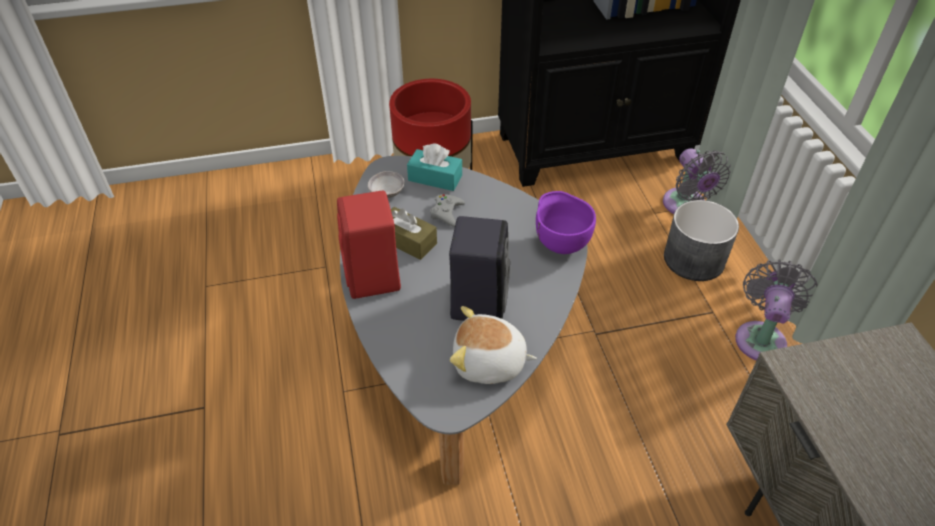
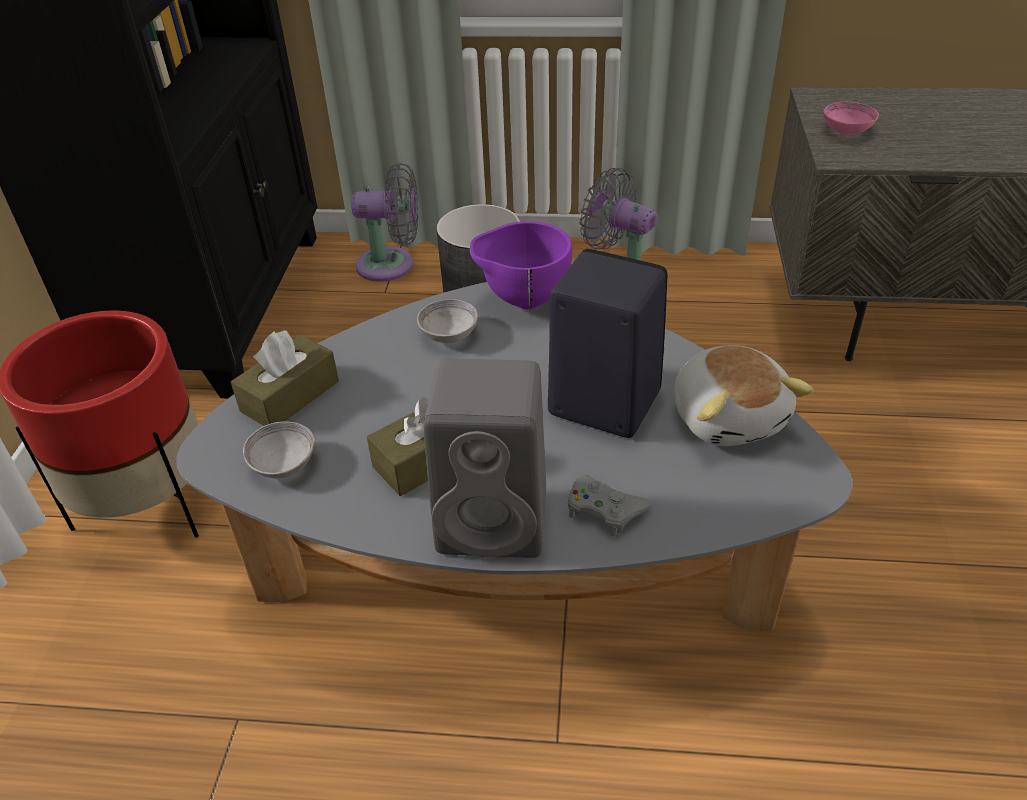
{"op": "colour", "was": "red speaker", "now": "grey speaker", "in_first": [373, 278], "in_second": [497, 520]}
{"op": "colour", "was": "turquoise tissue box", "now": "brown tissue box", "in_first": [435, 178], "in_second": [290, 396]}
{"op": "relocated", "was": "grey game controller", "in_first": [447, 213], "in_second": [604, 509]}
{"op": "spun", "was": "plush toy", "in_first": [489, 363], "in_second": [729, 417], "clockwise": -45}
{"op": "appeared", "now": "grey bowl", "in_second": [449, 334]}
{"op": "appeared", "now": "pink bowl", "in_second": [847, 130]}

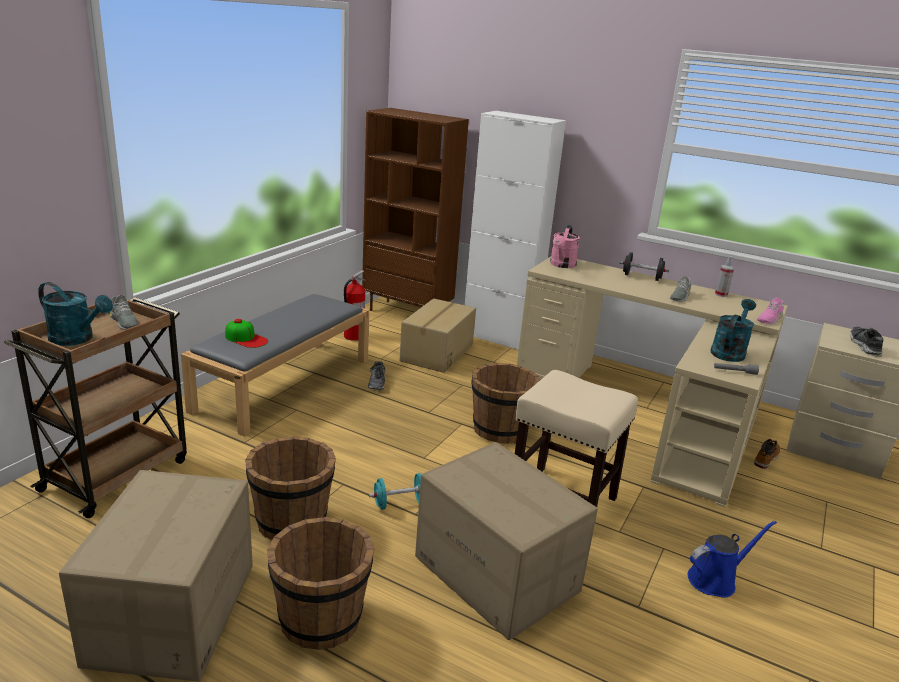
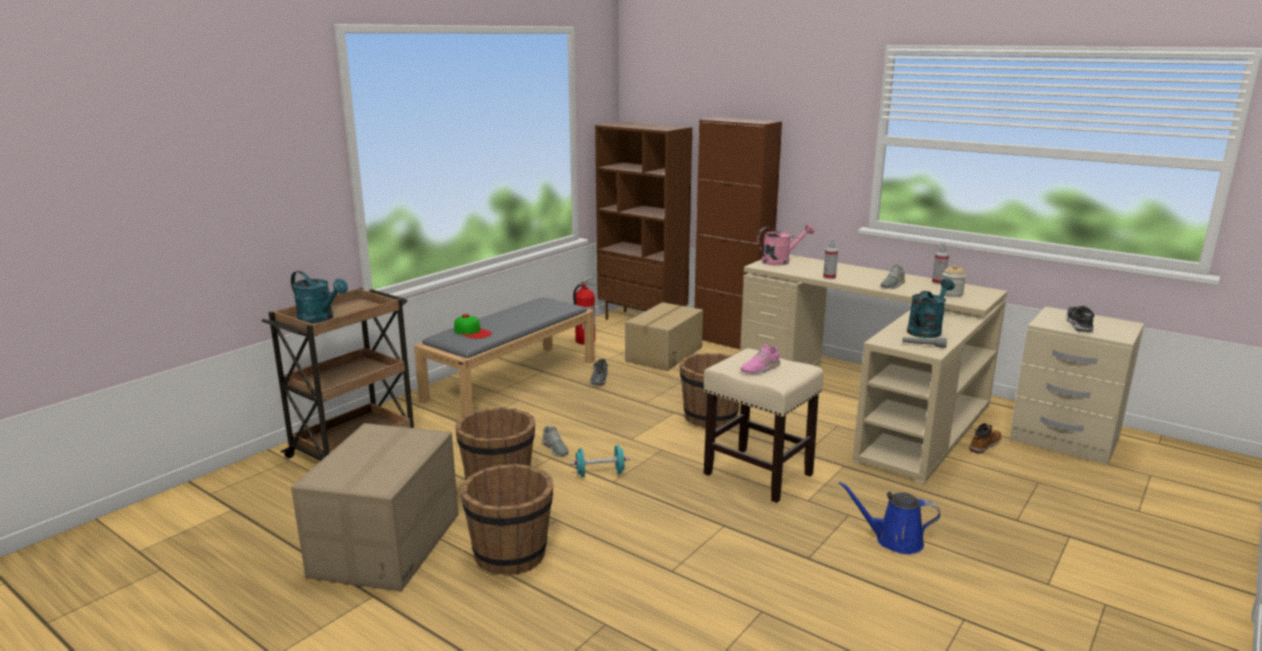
{"op": "relocated", "was": "grey shoe", "in_first": [124, 322], "in_second": [555, 448]}
{"op": "missing", "was": "cardboard box", "in_first": [497, 574]}
{"op": "colour", "was": "white cabinet", "now": "brown cabinet", "in_first": [499, 338], "in_second": [730, 341]}
{"op": "spun", "was": "pink watering can", "in_first": [562, 265], "in_second": [780, 261], "clockwise": -135}
{"op": "missing", "was": "black dumbbell", "in_first": [641, 277]}
{"op": "spun", "was": "blue watering can", "in_first": [715, 579], "in_second": [894, 540], "clockwise": -150}
{"op": "relocated", "was": "pink shoe", "in_first": [769, 319], "in_second": [760, 368]}
{"op": "appeared", "now": "spray bottle", "in_second": [829, 277]}
{"op": "appeared", "now": "jar", "in_second": [951, 294]}

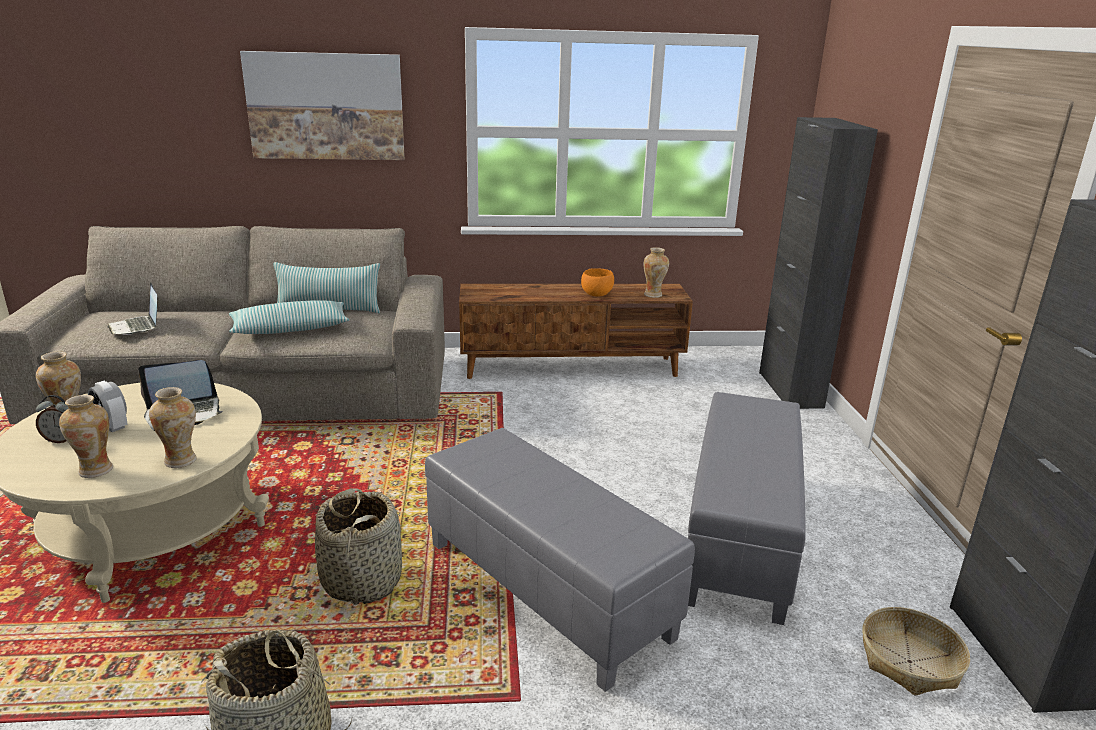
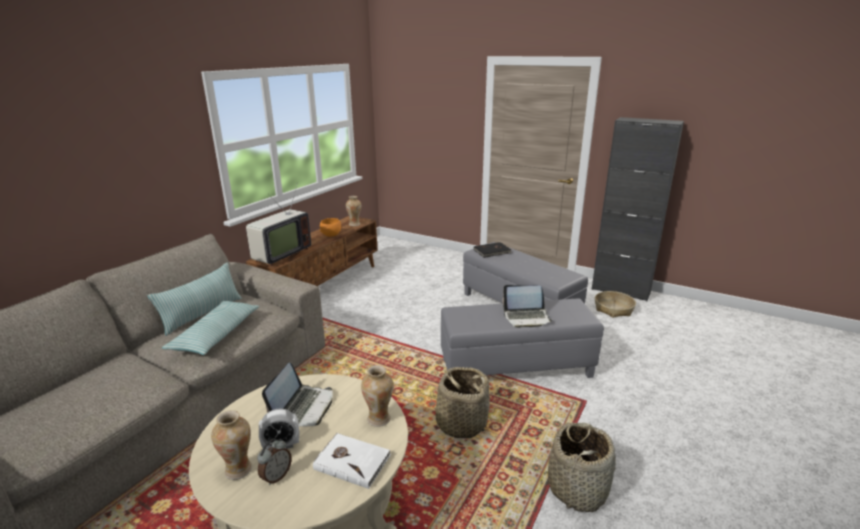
{"op": "exchanged", "was": "vase", "now": "white book", "in_first": [96, 470], "in_second": [352, 461]}
{"op": "relocated", "was": "laptop", "in_first": [137, 327], "in_second": [526, 317]}
{"op": "missing", "was": "picture", "in_first": [326, 106]}
{"op": "missing", "was": "black cabinet", "in_first": [790, 390]}
{"op": "appeared", "now": "television", "in_second": [279, 255]}
{"op": "appeared", "now": "black book", "in_second": [492, 251]}

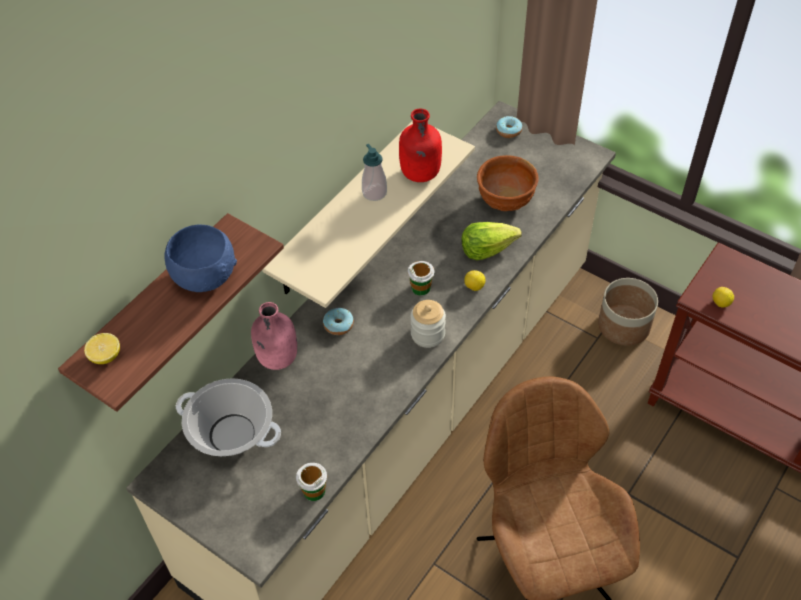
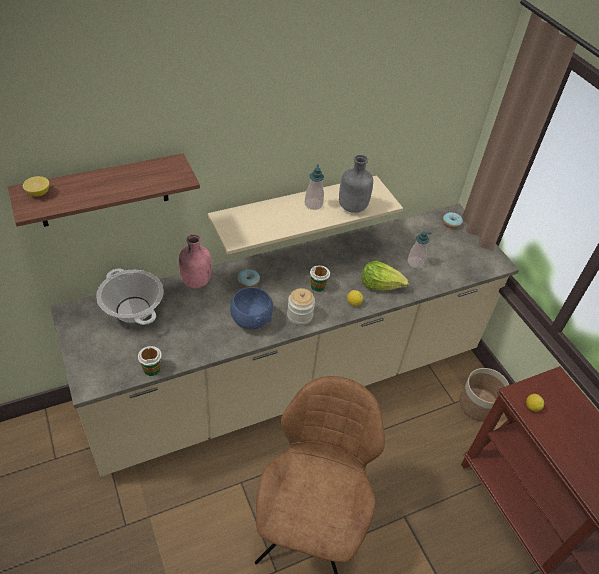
{"op": "relocated", "was": "blue bowl", "in_first": [204, 277], "in_second": [251, 319]}
{"op": "colour", "was": "red bottle", "now": "grey bottle", "in_first": [420, 174], "in_second": [352, 207]}
{"op": "exchanged", "was": "brown bowl", "now": "soap dispenser", "in_first": [504, 201], "in_second": [415, 262]}

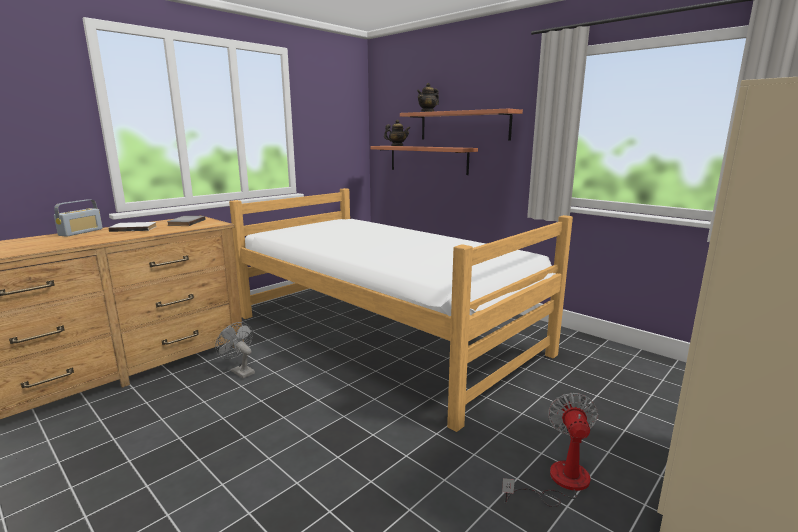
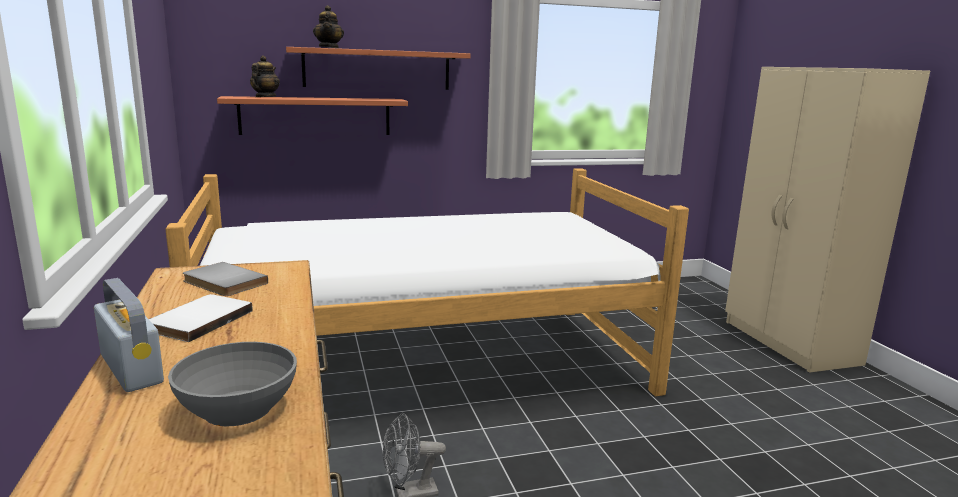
{"op": "missing", "was": "fan", "in_first": [559, 482]}
{"op": "appeared", "now": "grey bowl", "in_second": [237, 408]}

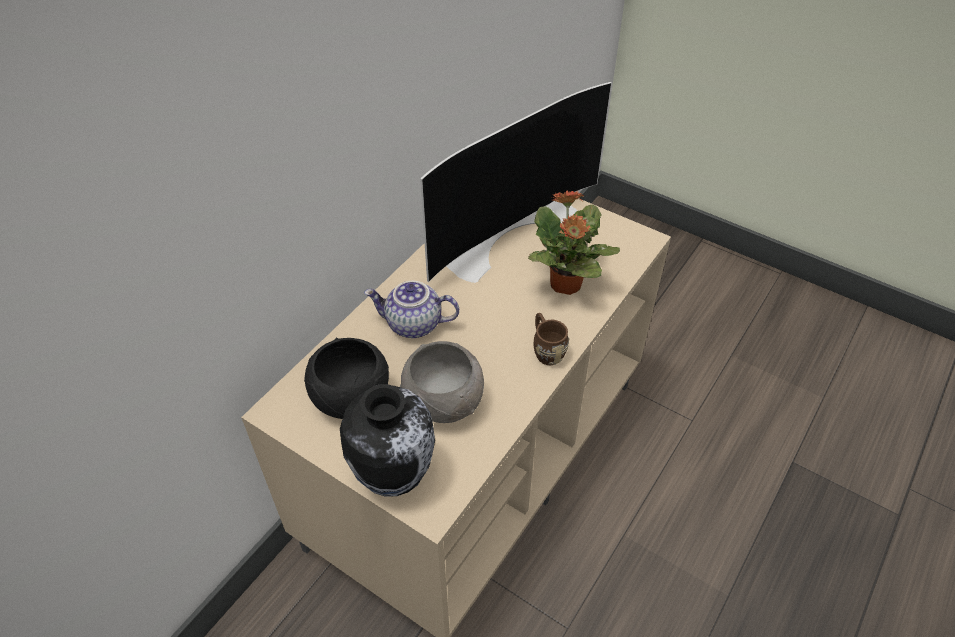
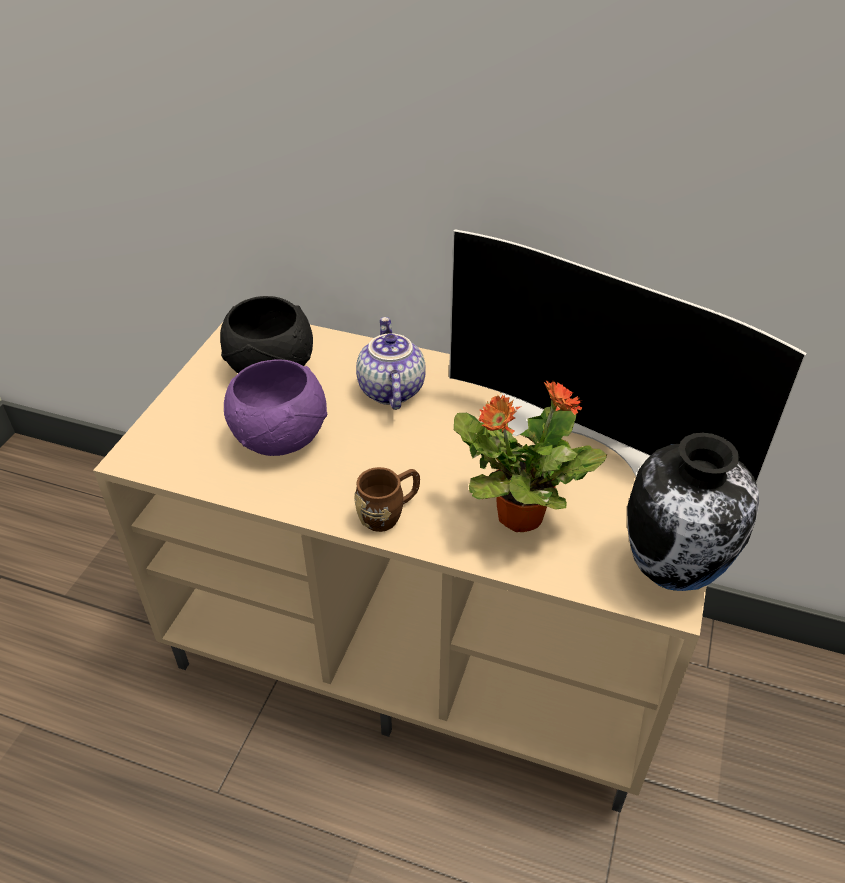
{"op": "relocated", "was": "vase", "in_first": [394, 476], "in_second": [672, 572]}
{"op": "colour", "was": "grey bowl", "now": "purple bowl", "in_first": [442, 401], "in_second": [281, 436]}

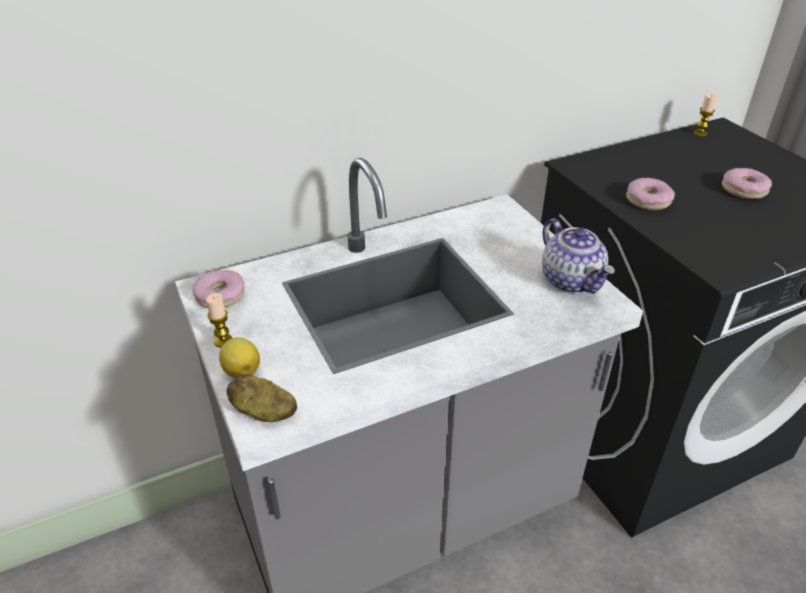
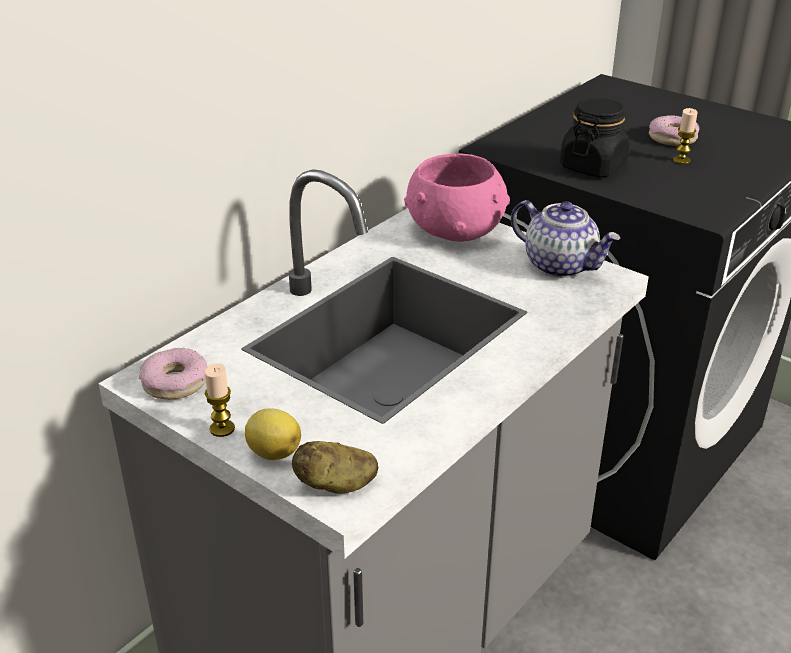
{"op": "exchanged", "was": "donut", "now": "black jar", "in_first": [648, 200], "in_second": [593, 167]}
{"op": "relocated", "was": "candle", "in_first": [700, 133], "in_second": [681, 160]}
{"op": "appeared", "now": "pink bowl", "in_second": [455, 229]}

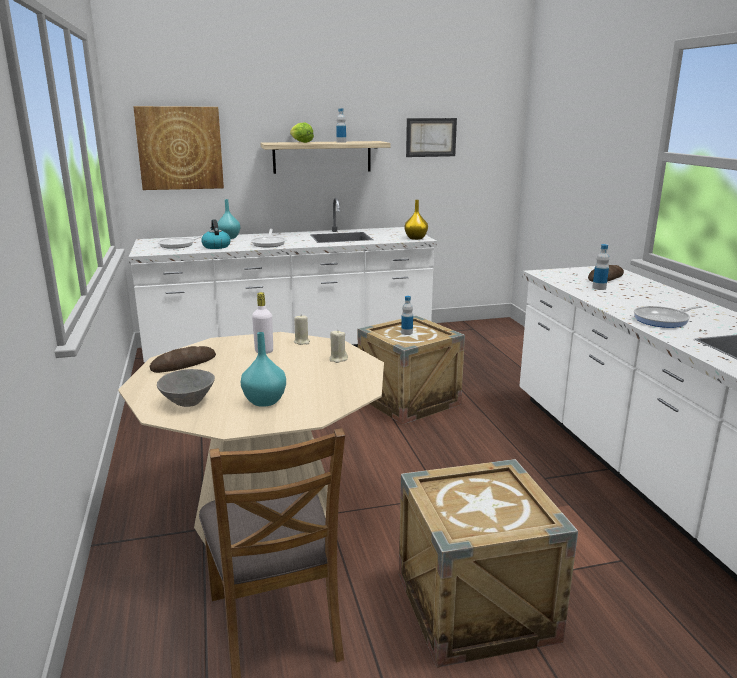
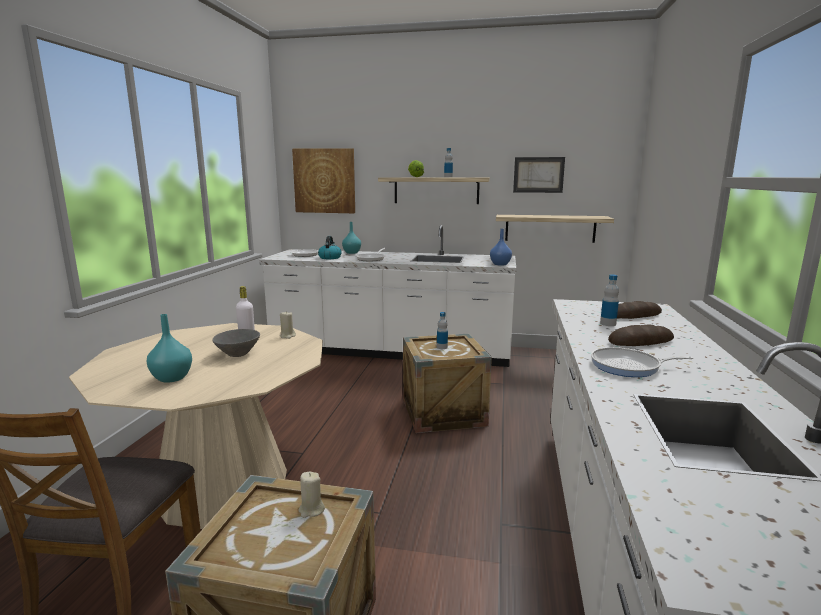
{"op": "relocated", "was": "bread", "in_first": [183, 364], "in_second": [640, 341]}
{"op": "relocated", "was": "grey bowl", "in_first": [187, 402], "in_second": [237, 354]}
{"op": "relocated", "was": "beige candle", "in_first": [338, 359], "in_second": [311, 510]}
{"op": "colour", "was": "yellow vase", "now": "blue vase", "in_first": [415, 238], "in_second": [500, 264]}
{"op": "appeared", "now": "shelf", "in_second": [550, 228]}

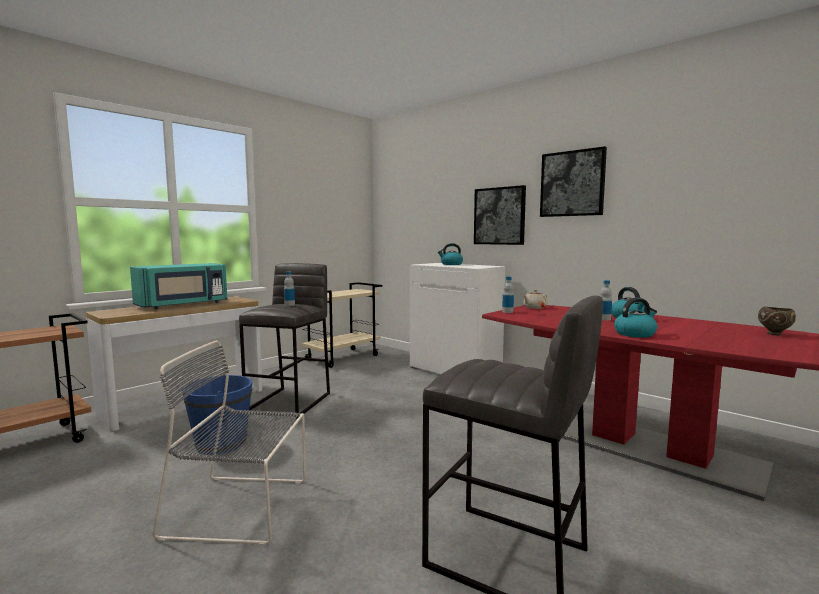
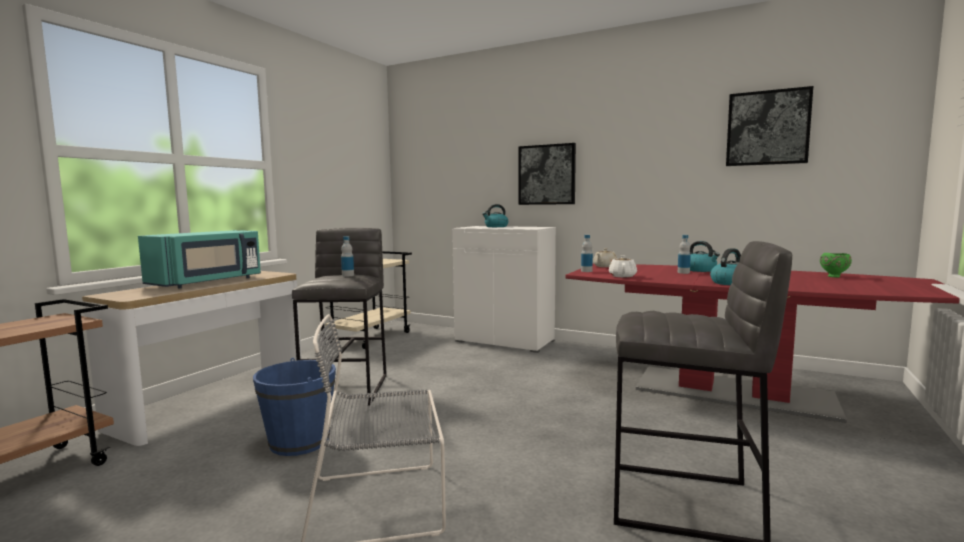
{"op": "relocated", "was": "picture", "in_first": [572, 183], "in_second": [767, 128]}
{"op": "colour", "was": "brown bowl", "now": "green bowl", "in_first": [775, 334], "in_second": [834, 276]}
{"op": "appeared", "now": "white teapot", "in_second": [622, 276]}

